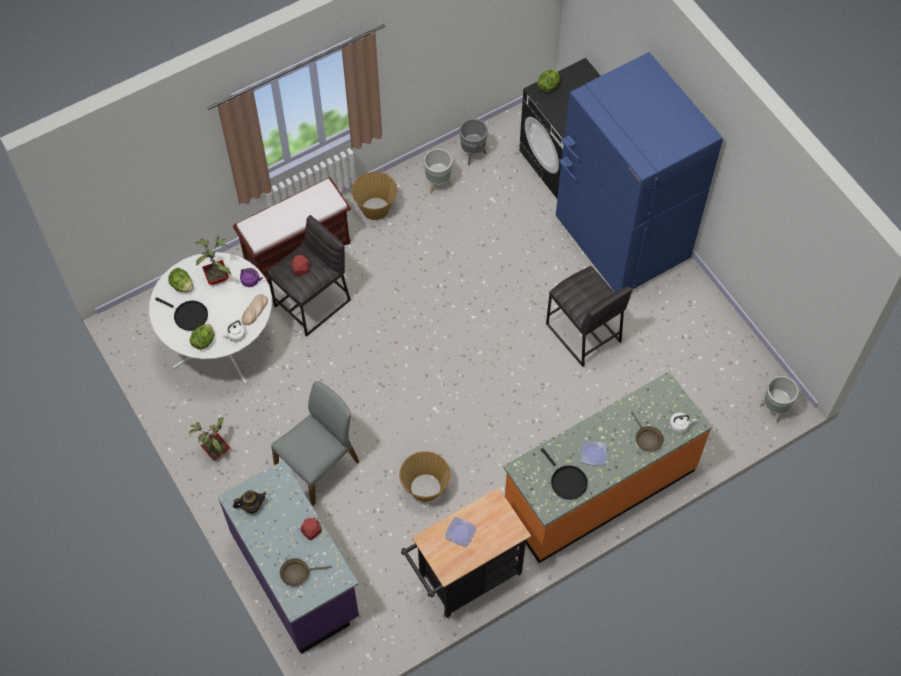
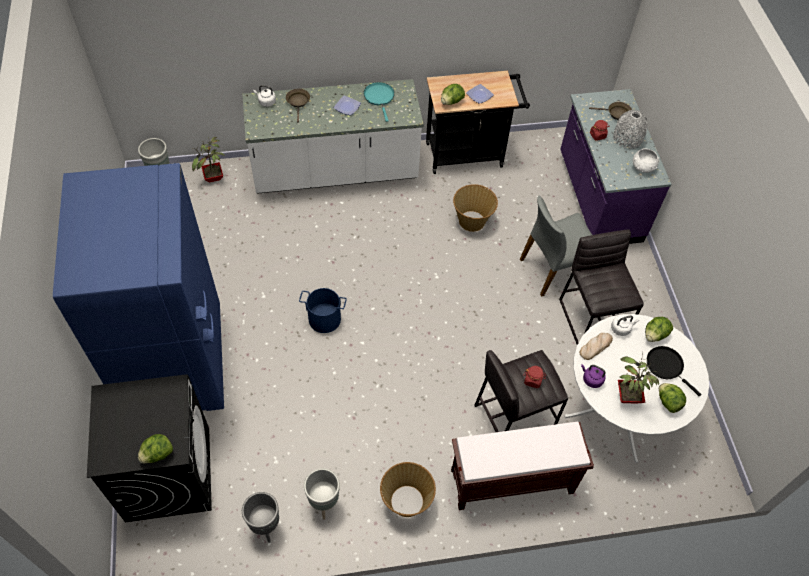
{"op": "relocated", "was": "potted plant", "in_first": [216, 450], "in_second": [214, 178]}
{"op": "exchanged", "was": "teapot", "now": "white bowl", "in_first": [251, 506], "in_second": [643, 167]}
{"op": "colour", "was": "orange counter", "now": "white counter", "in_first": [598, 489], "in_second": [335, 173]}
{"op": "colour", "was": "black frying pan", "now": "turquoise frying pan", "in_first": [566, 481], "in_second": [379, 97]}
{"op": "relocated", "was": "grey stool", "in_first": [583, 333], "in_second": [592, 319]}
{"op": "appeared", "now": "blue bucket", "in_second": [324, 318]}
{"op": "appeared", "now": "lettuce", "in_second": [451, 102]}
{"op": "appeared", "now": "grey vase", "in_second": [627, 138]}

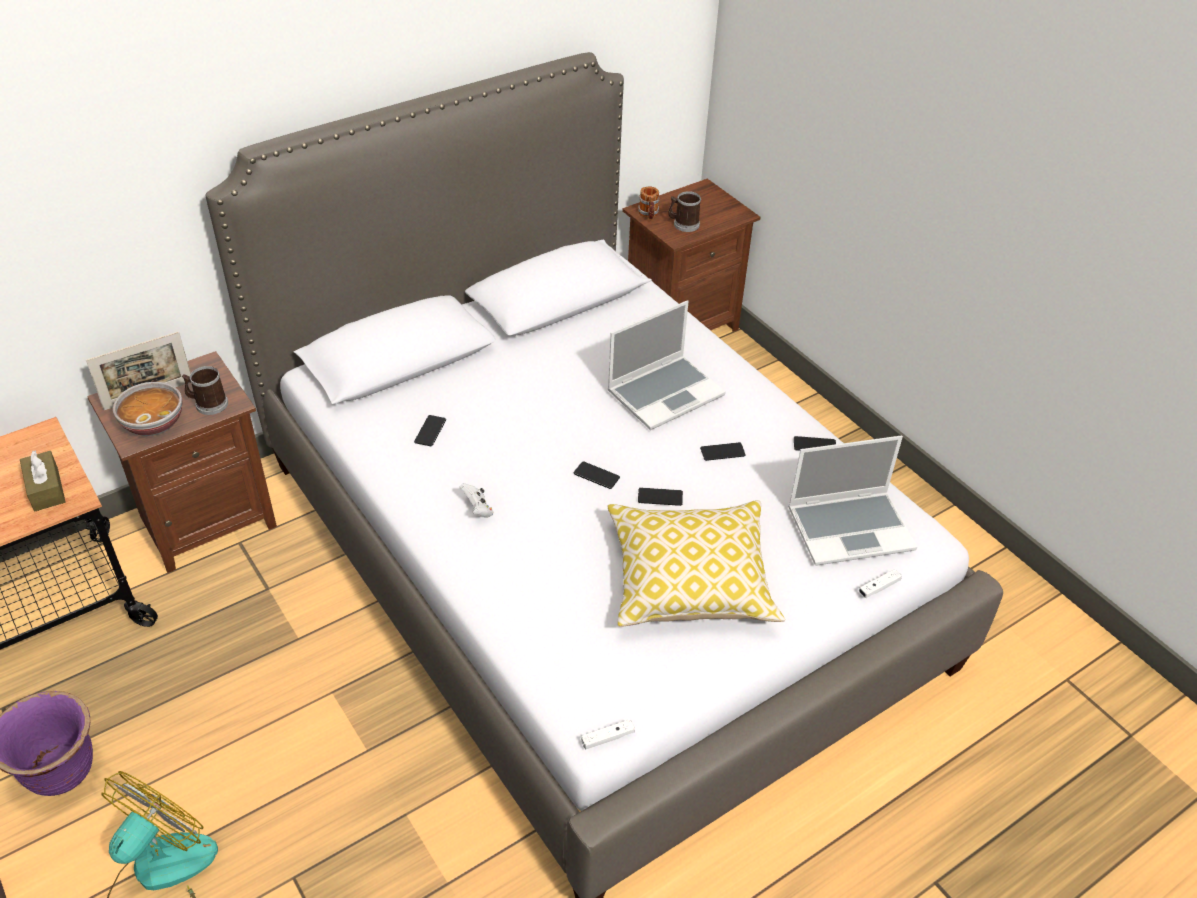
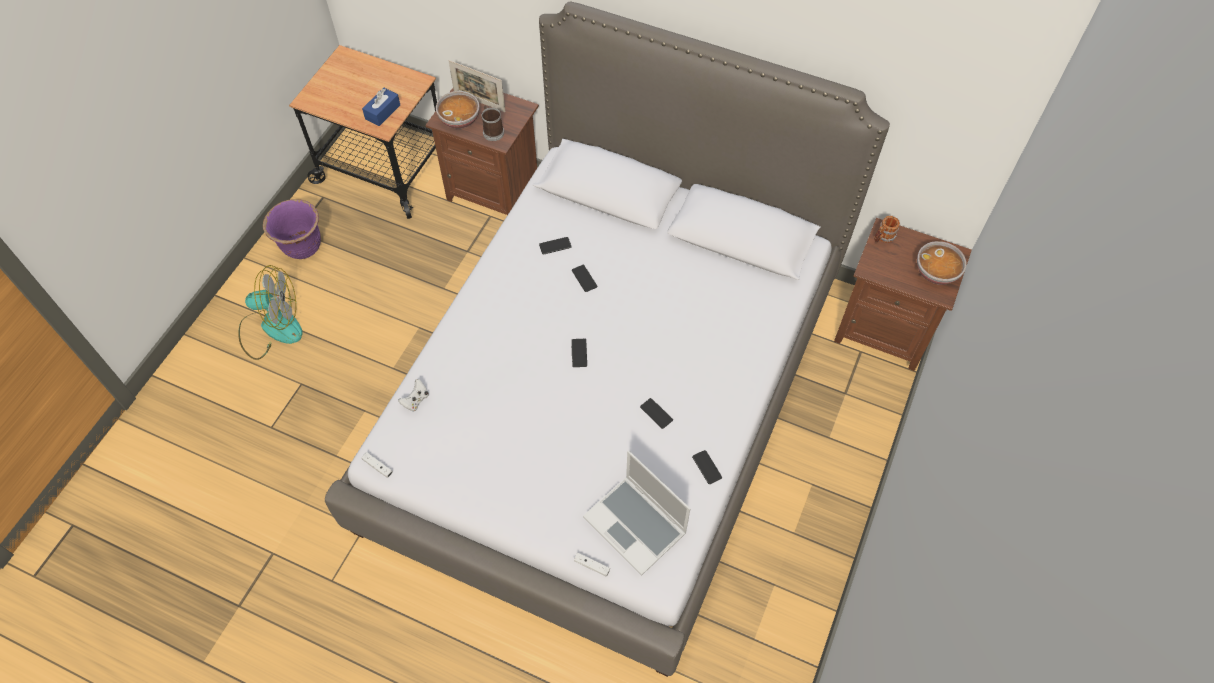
{"op": "colour", "was": "brown tissue box", "now": "blue tissue box", "in_first": [46, 489], "in_second": [382, 112]}
{"op": "relocated", "was": "white game controller", "in_first": [478, 509], "in_second": [416, 400]}
{"op": "missing", "was": "pillow", "in_first": [690, 579]}
{"op": "missing", "was": "laptop", "in_first": [665, 392]}
{"op": "relocated", "was": "phone", "in_first": [660, 497], "in_second": [584, 278]}
{"op": "missing", "was": "mug", "in_first": [683, 224]}
{"op": "appeared", "now": "bowl", "in_second": [936, 273]}

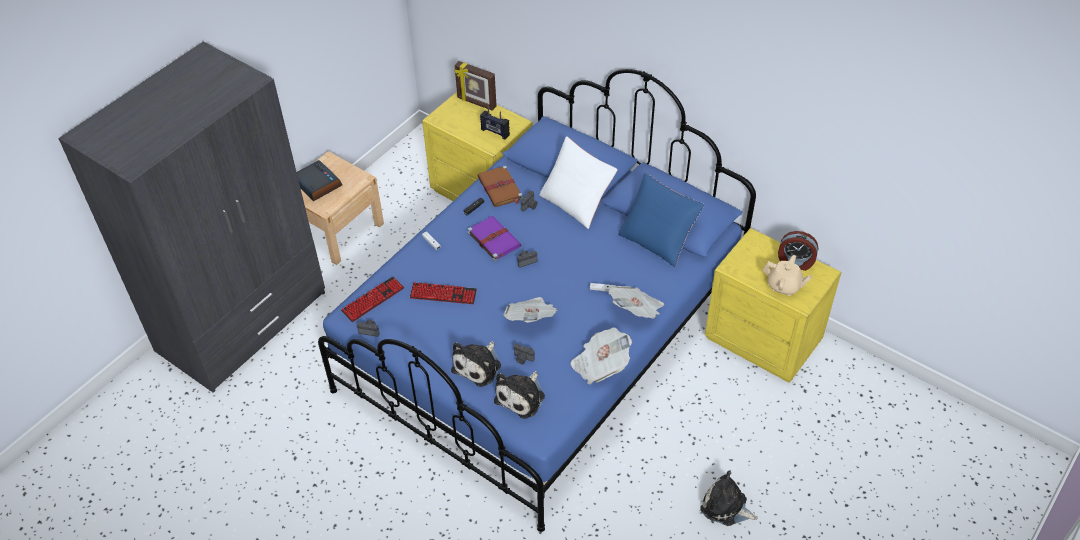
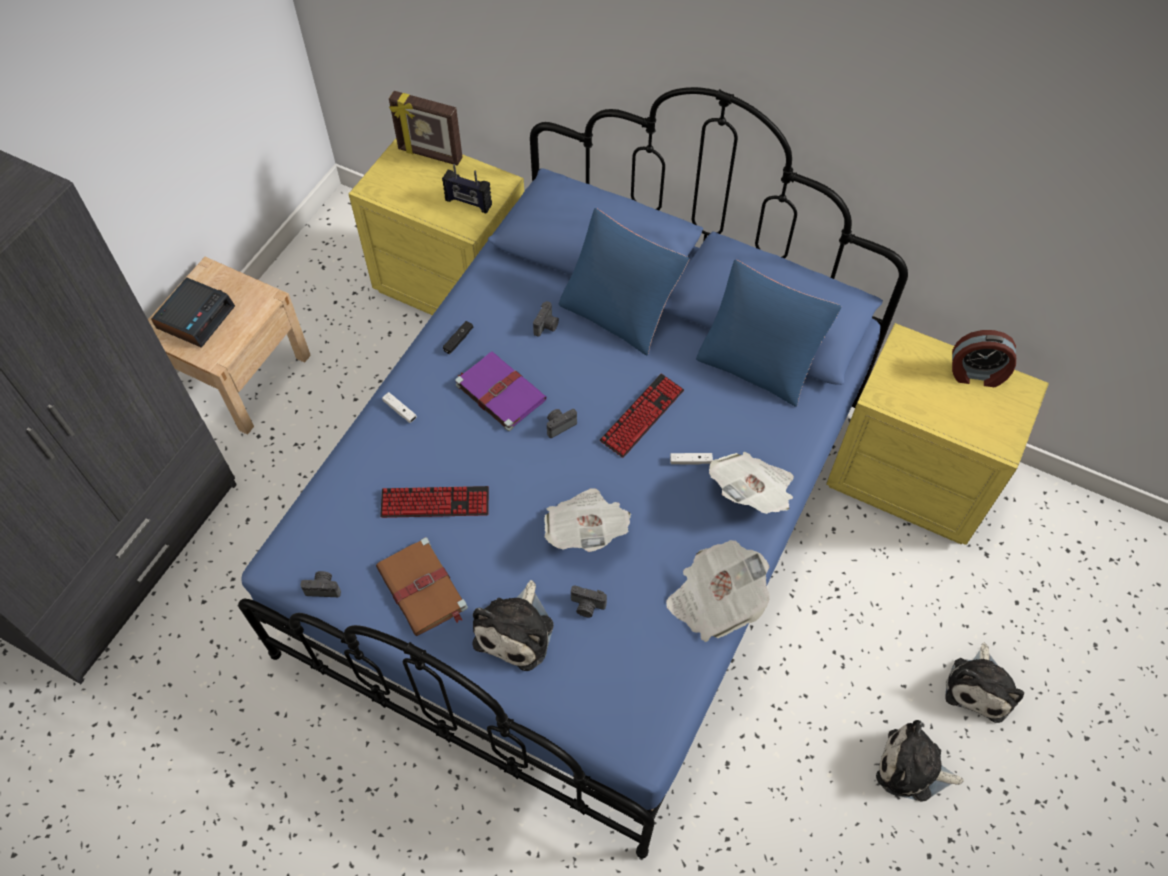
{"op": "spun", "was": "alarm clock", "in_first": [317, 184], "in_second": [196, 317], "clockwise": 75}
{"op": "relocated", "was": "keyboard", "in_first": [373, 300], "in_second": [642, 416]}
{"op": "relocated", "was": "brown book", "in_first": [500, 189], "in_second": [423, 589]}
{"op": "relocated", "was": "plush toy", "in_first": [522, 397], "in_second": [980, 686]}
{"op": "colour", "was": "white pillow", "now": "blue pillow", "in_first": [577, 202], "in_second": [620, 310]}
{"op": "missing", "was": "beige teapot", "in_first": [784, 286]}

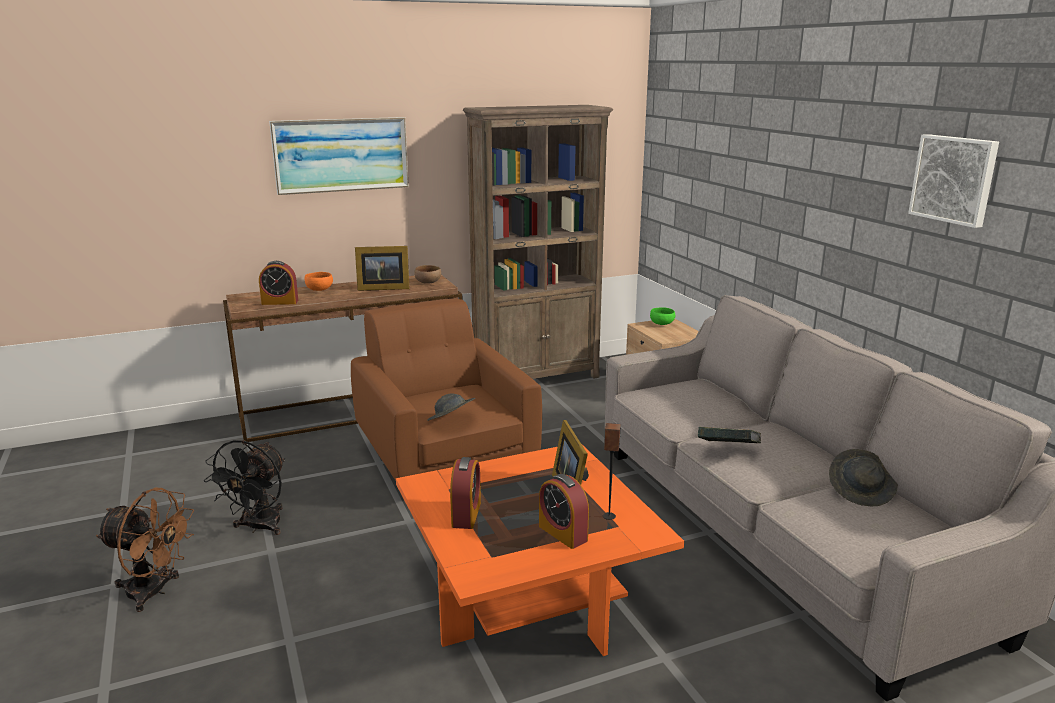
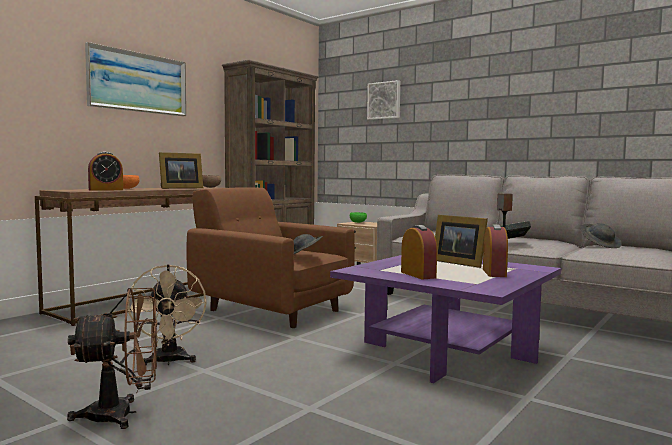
{"op": "colour", "was": "black fan", "now": "beige fan", "in_first": [259, 527], "in_second": [169, 361]}
{"op": "colour", "was": "orange coffee table", "now": "purple coffee table", "in_first": [529, 598], "in_second": [446, 352]}
{"op": "spun", "was": "alarm clock", "in_first": [563, 533], "in_second": [494, 273], "clockwise": -105}
{"op": "relocated", "was": "picture", "in_first": [954, 179], "in_second": [384, 100]}

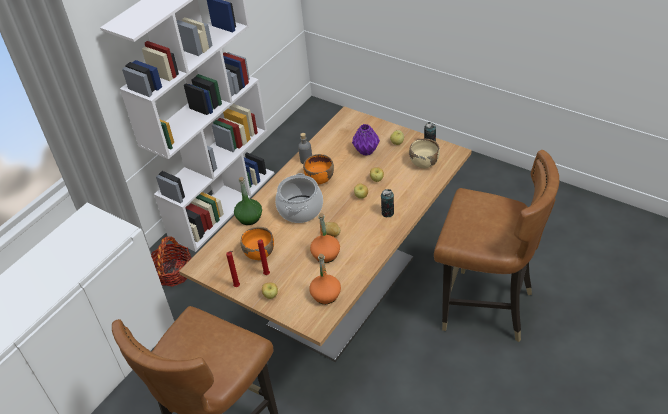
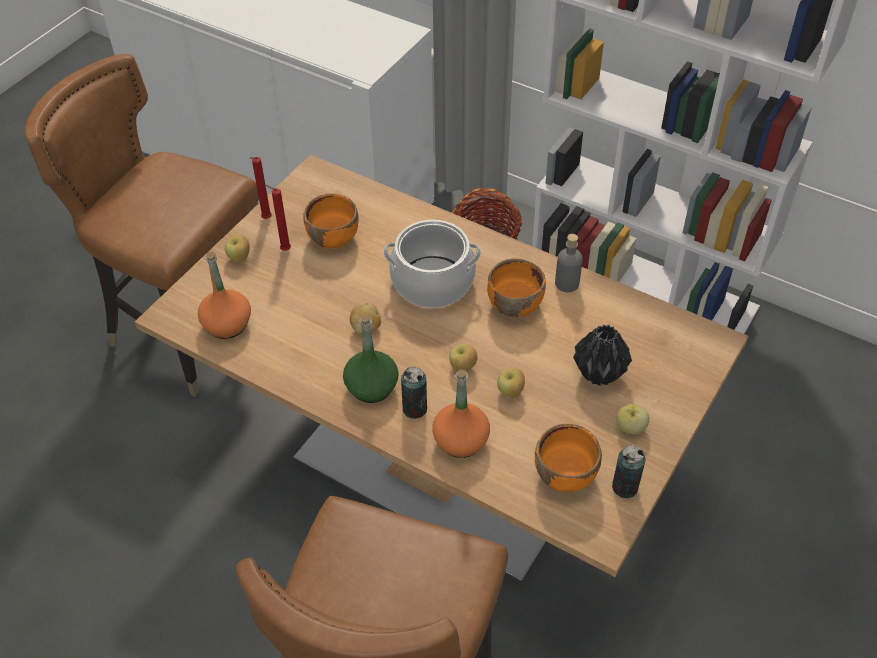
{"op": "relocated", "was": "green bottle", "in_first": [249, 218], "in_second": [371, 387]}
{"op": "relocated", "was": "orange bottle", "in_first": [326, 255], "in_second": [460, 440]}
{"op": "colour", "was": "purple vase", "now": "black vase", "in_first": [365, 151], "in_second": [600, 373]}
{"op": "colour", "was": "beige bowl", "now": "orange bowl", "in_first": [424, 162], "in_second": [566, 474]}

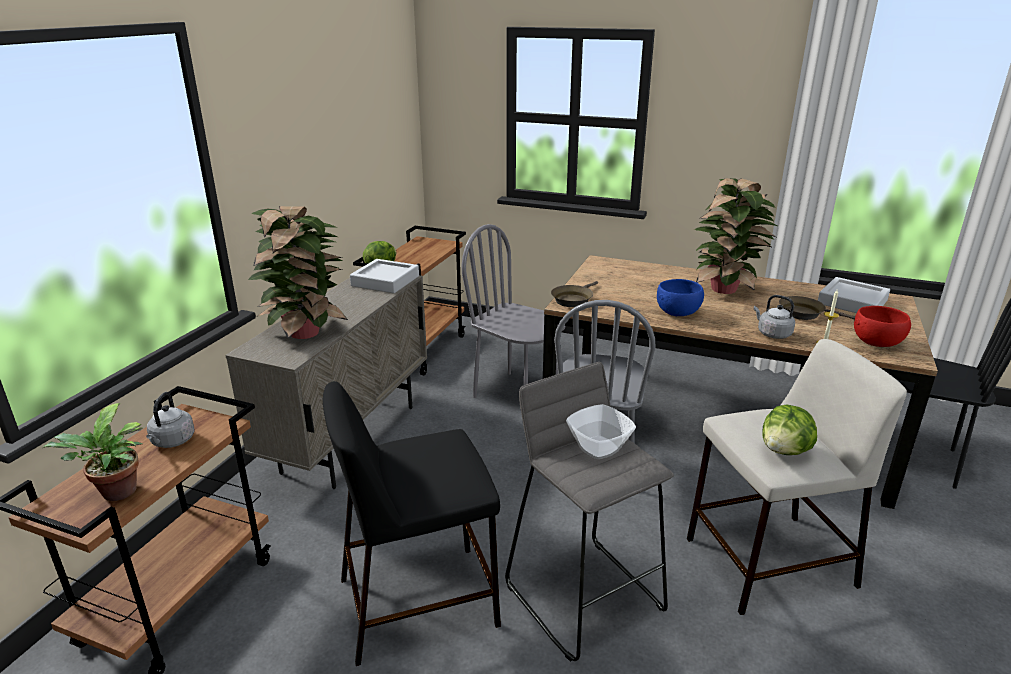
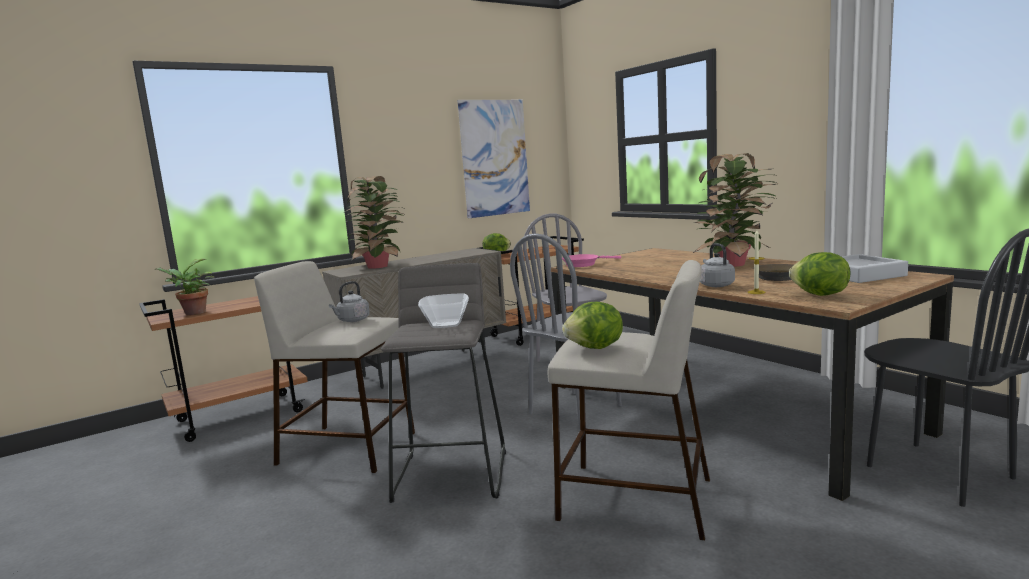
{"op": "relocated", "was": "grey kettle", "in_first": [172, 442], "in_second": [352, 320]}
{"op": "colour", "was": "black stool", "now": "beige stool", "in_first": [420, 600], "in_second": [349, 448]}
{"op": "missing", "was": "grey tray", "in_first": [385, 281]}
{"op": "colour", "was": "brown frying pan", "now": "pink frying pan", "in_first": [573, 299], "in_second": [583, 264]}
{"op": "missing", "was": "blue bowl", "in_first": [678, 313]}
{"op": "exchanged", "was": "red bowl", "now": "lettuce", "in_first": [877, 343], "in_second": [819, 295]}
{"op": "appeared", "now": "picture", "in_second": [495, 158]}

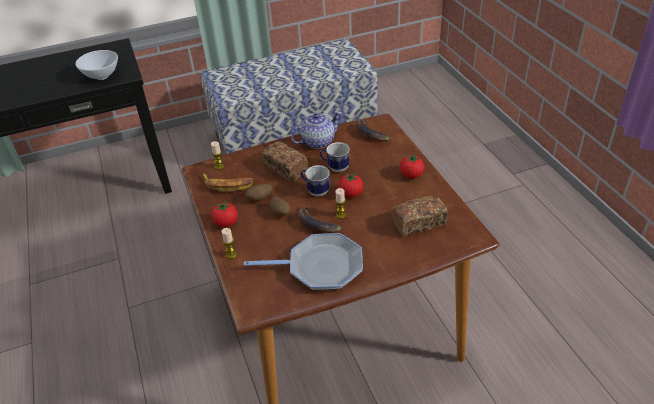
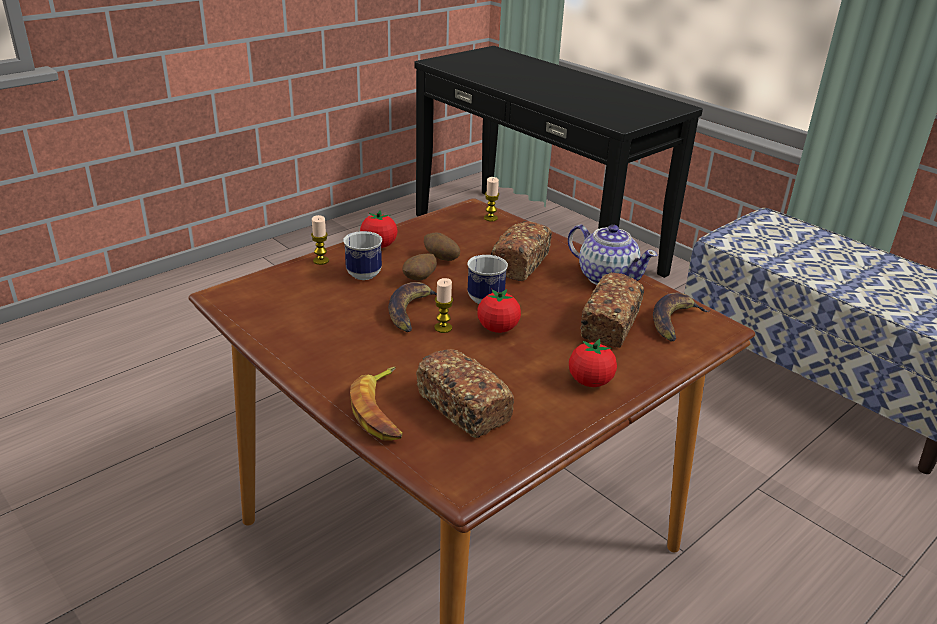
{"op": "missing", "was": "white bowl", "in_first": [101, 77]}
{"op": "relocated", "was": "banana", "in_first": [227, 184], "in_second": [382, 410]}
{"op": "missing", "was": "frying pan", "in_first": [320, 267]}
{"op": "relocated", "was": "mug", "in_first": [335, 167], "in_second": [363, 272]}
{"op": "appeared", "now": "bread", "in_second": [610, 325]}

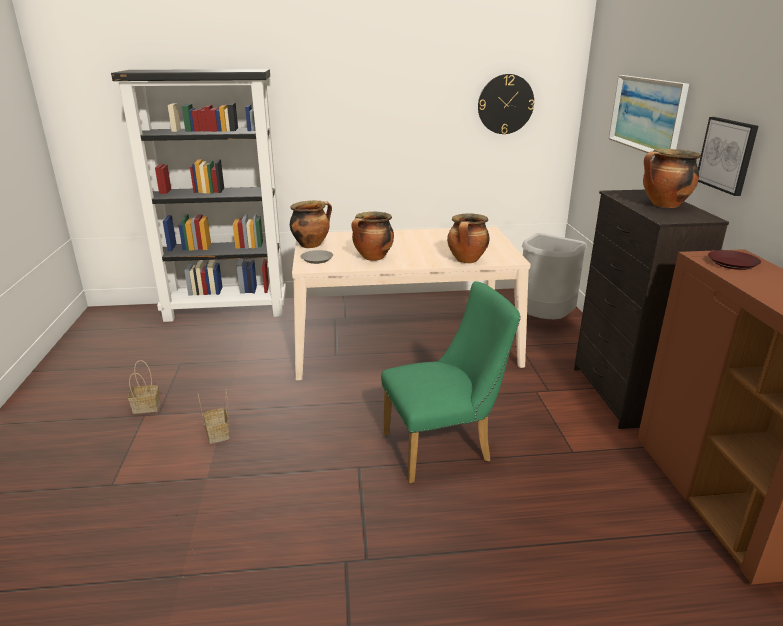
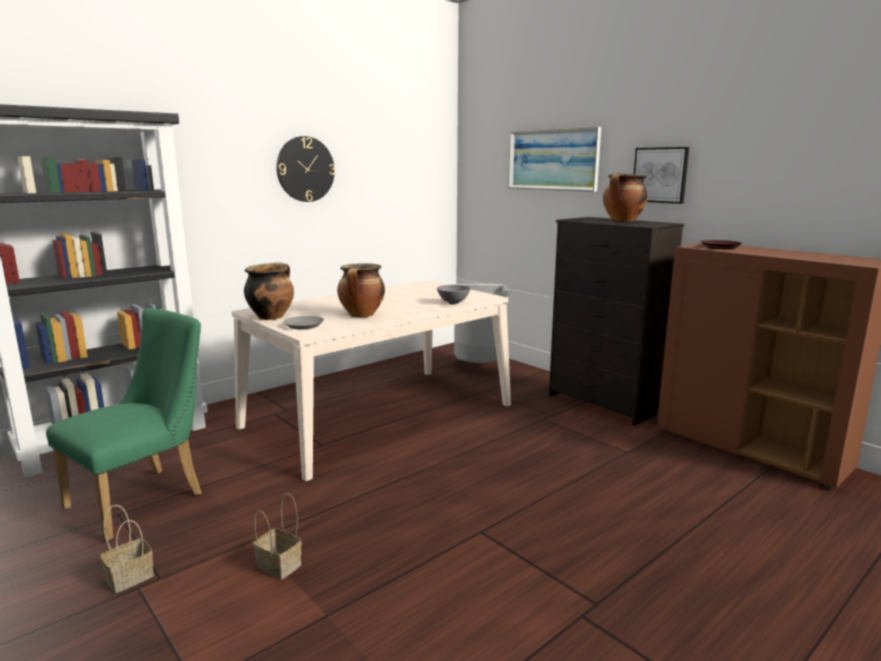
{"op": "relocated", "was": "green chair", "in_first": [444, 448], "in_second": [145, 498]}
{"op": "exchanged", "was": "cooking pot", "now": "grey bowl", "in_first": [467, 260], "in_second": [453, 303]}
{"op": "relocated", "was": "wall clock", "in_first": [505, 104], "in_second": [305, 169]}

